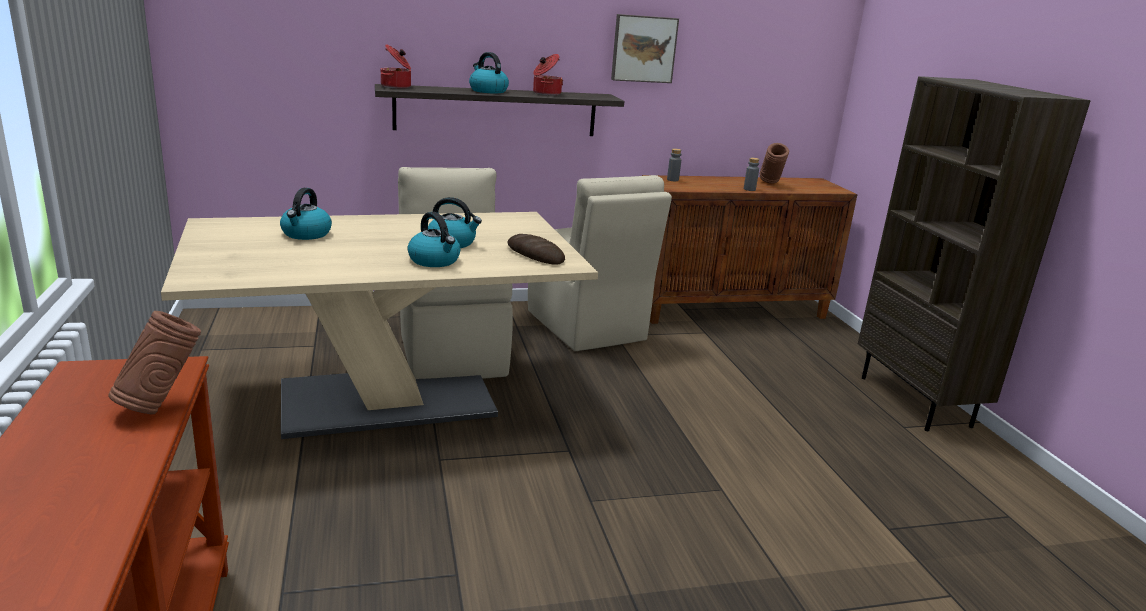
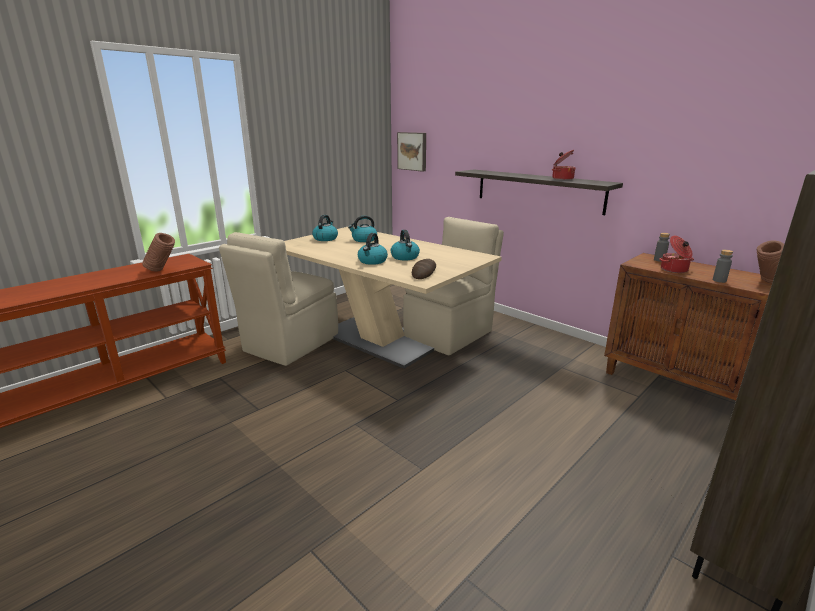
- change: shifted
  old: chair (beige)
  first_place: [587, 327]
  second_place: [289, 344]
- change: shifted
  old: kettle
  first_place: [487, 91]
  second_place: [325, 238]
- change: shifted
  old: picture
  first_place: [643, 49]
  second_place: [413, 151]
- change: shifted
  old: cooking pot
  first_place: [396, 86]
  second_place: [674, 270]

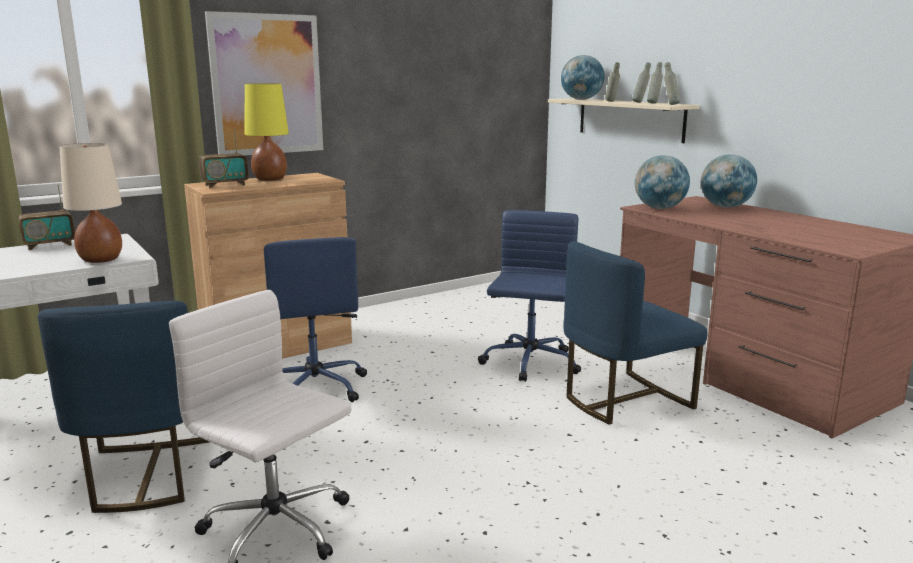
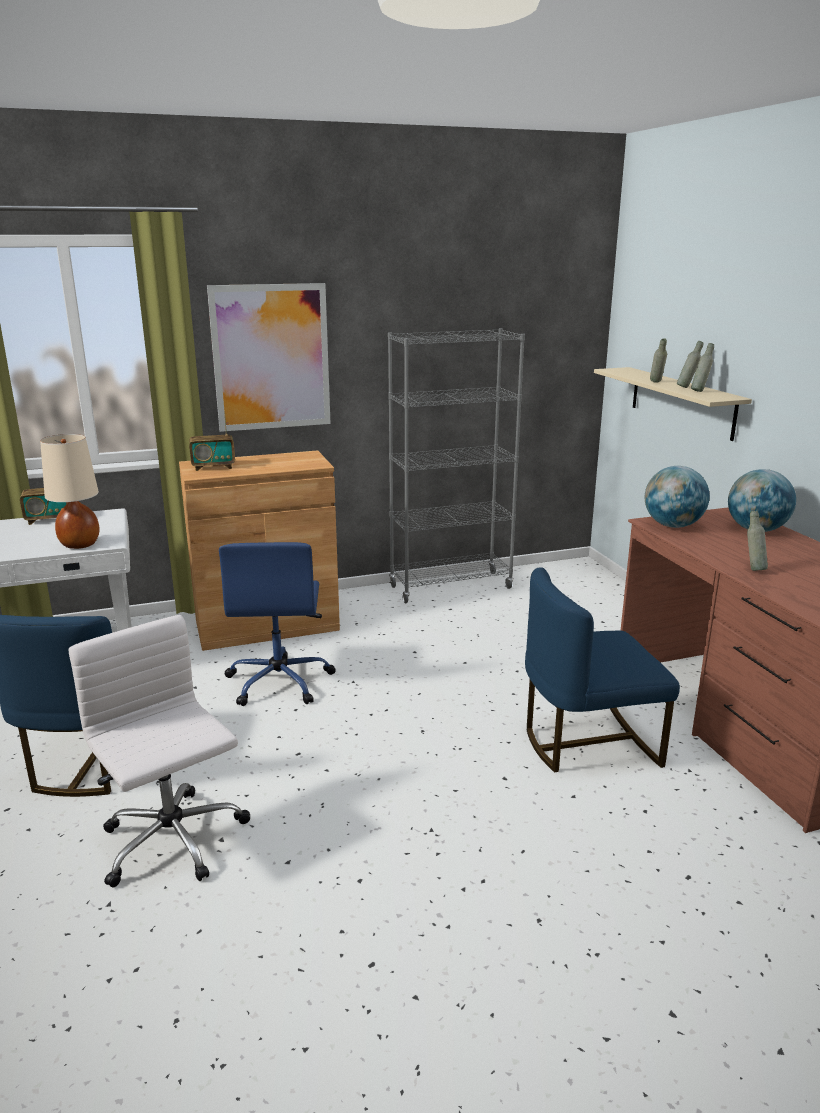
- change: new
  new: bookcase (grey)
  second_place: [450, 587]
- change: shifted
  old: bottle (grey)
  first_place: [670, 104]
  second_place: [753, 569]
- change: gone
  old: table lamp (yellow)
  first_place: [270, 179]
- change: gone
  old: office chair (blue)
  first_place: [529, 363]
- change: gone
  old: globe
  first_place: [581, 99]

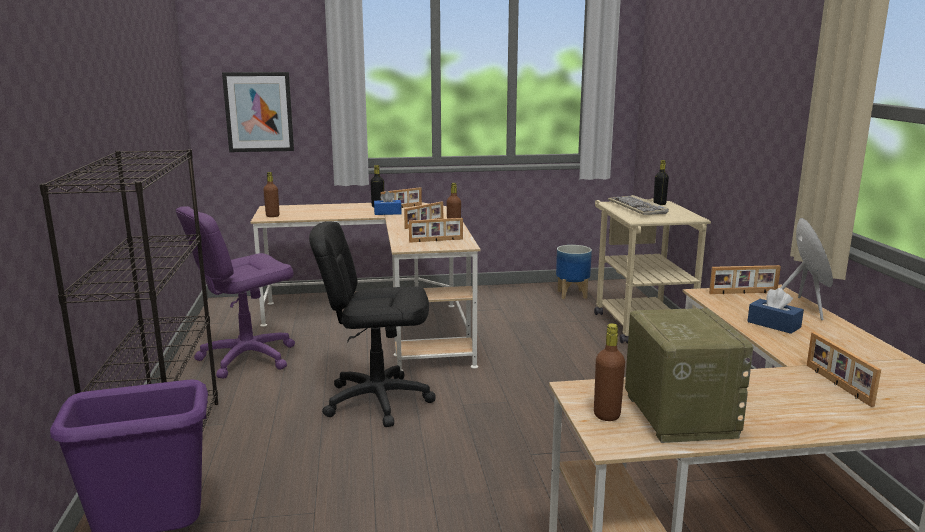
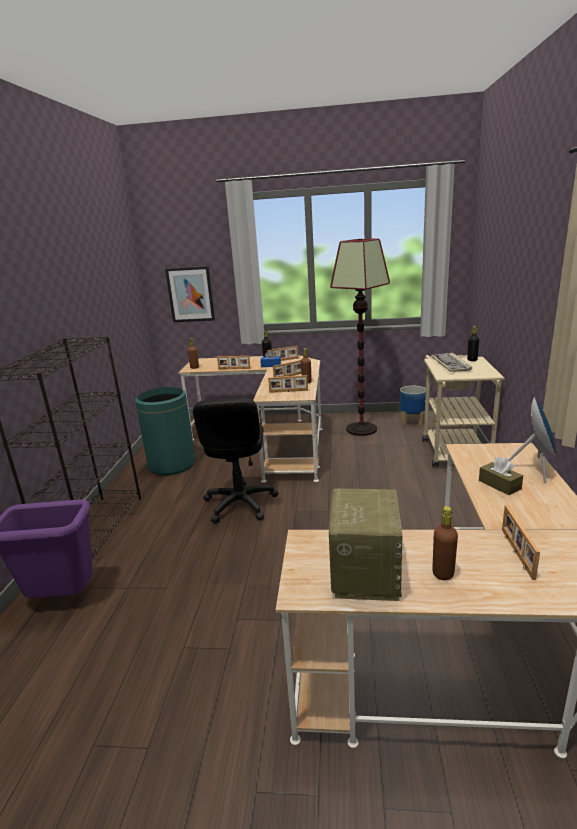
- change: swapped
  old: office chair (purple)
  new: trash can (green)
  first_place: [247, 358]
  second_place: [172, 464]
- change: rotated
  old: office chair (black)
  first_place: [377, 400]
  second_place: [240, 503]
  degrees: -105
- change: shifted
  old: picture frame
  first_place: [743, 293]
  second_place: [234, 369]
- change: new
  new: floor lamp
  second_place: [362, 429]
- change: shifted
  old: bottle (brown)
  first_place: [606, 415]
  second_place: [443, 573]
- change: repainted
  old: tissue box (blue)
  new: tissue box (brown)
  first_place: [773, 324]
  second_place: [499, 485]

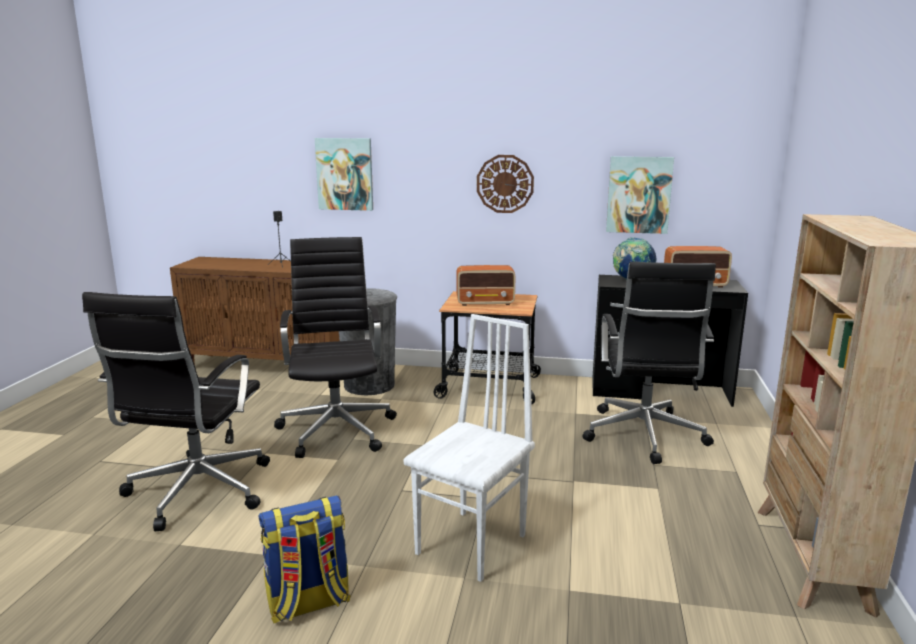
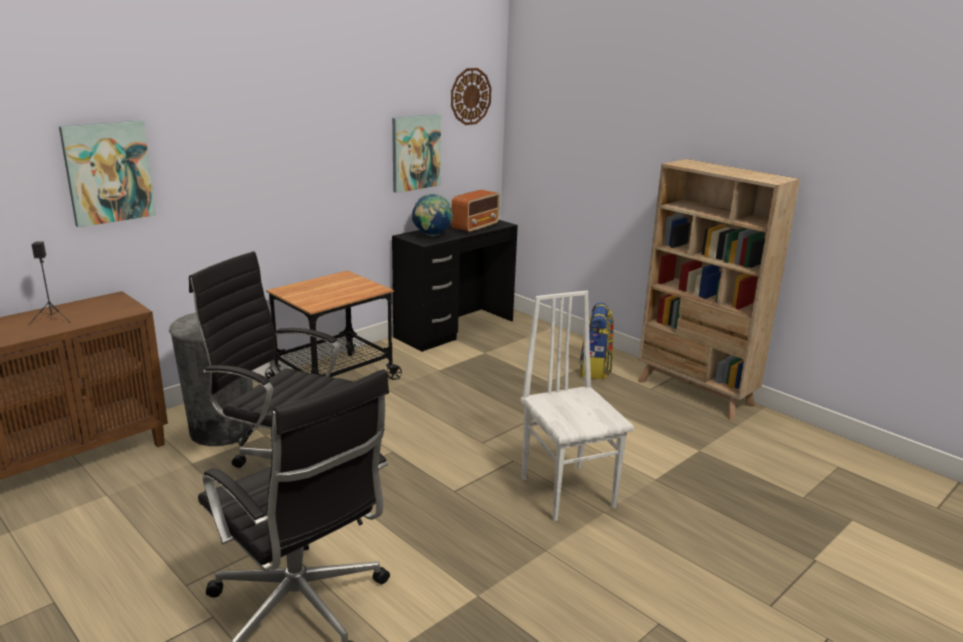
- change: shifted
  old: wall clock
  first_place: [505, 184]
  second_place: [470, 96]
- change: shifted
  old: backpack
  first_place: [308, 603]
  second_place: [595, 370]
- change: gone
  old: radio
  first_place: [485, 303]
- change: gone
  old: office chair (black)
  first_place: [644, 436]

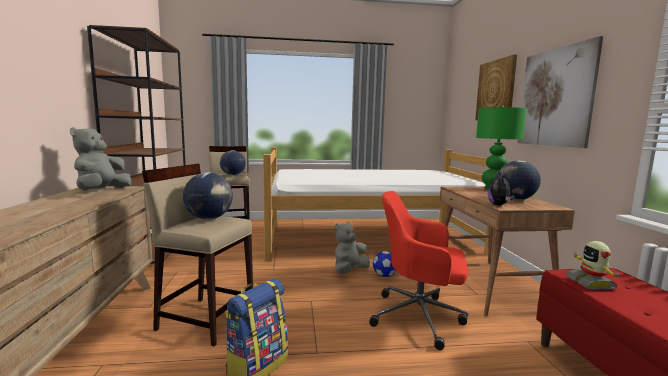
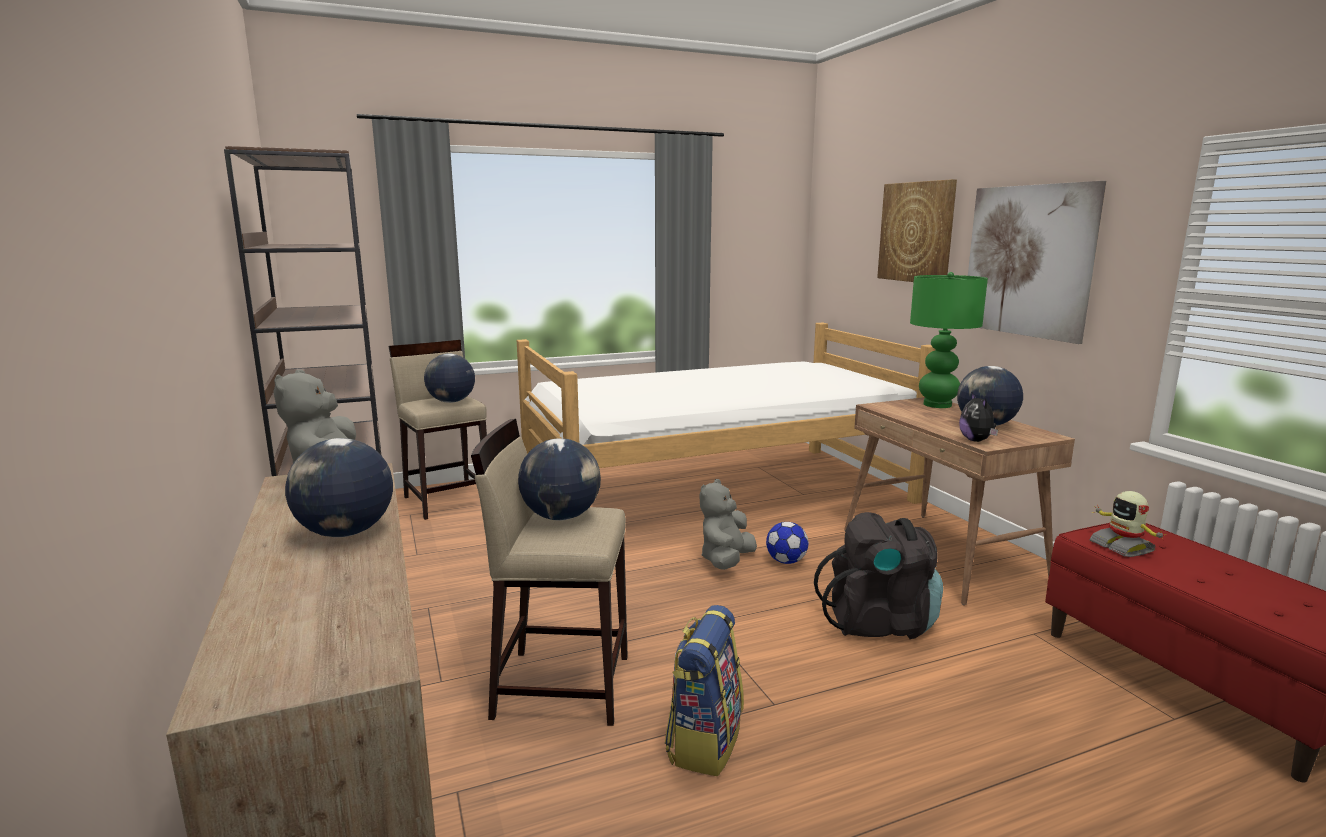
- change: new
  new: globe
  second_place: [345, 533]
- change: swapped
  old: office chair (red)
  new: backpack (black)
  first_place: [420, 317]
  second_place: [879, 622]

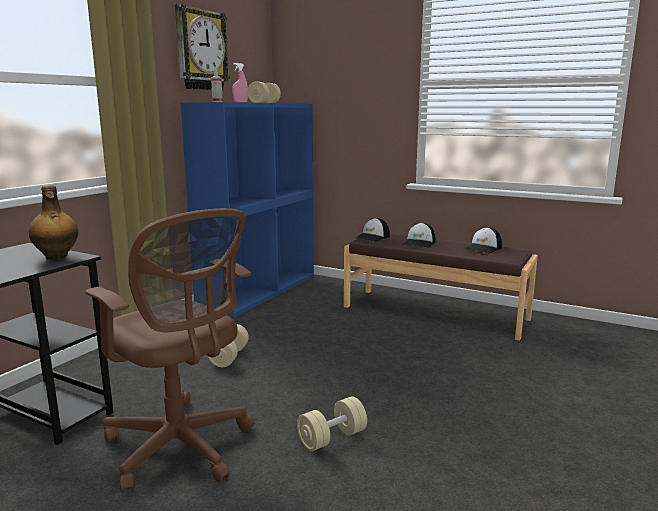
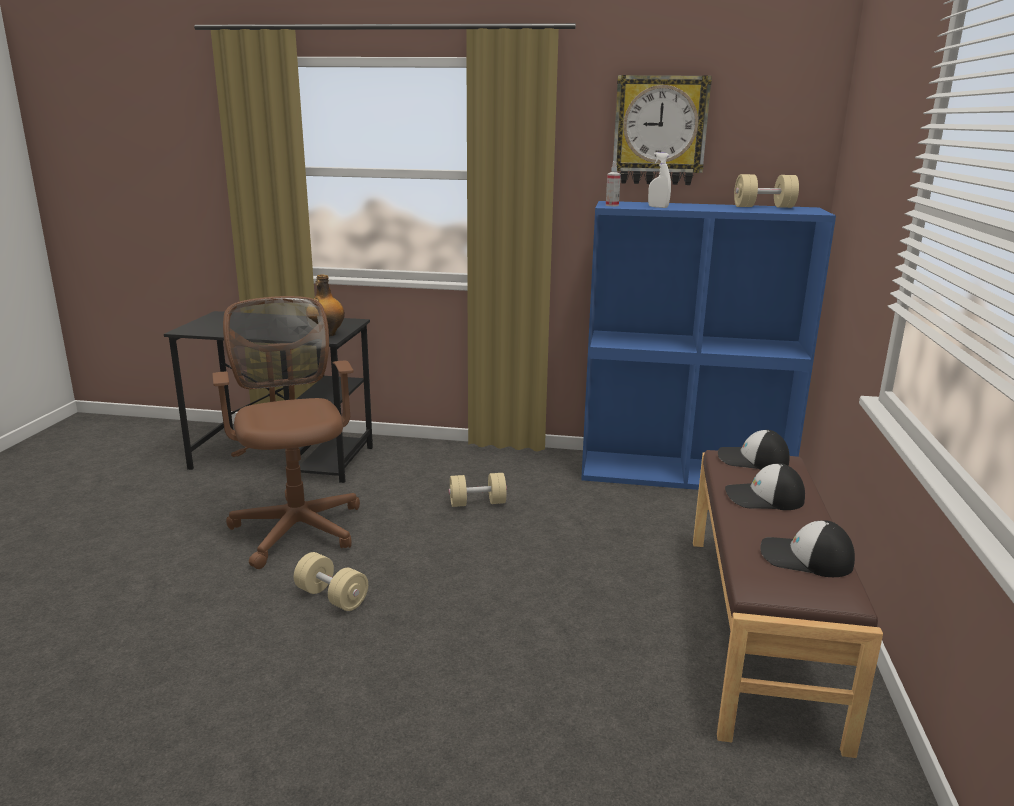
- change: rotated
  old: office chair (brown)
  first_place: [181, 448]
  second_place: [297, 526]
  degrees: 135
- change: repainted
  old: spray bottle (pink)
  new: spray bottle (white)
  first_place: [240, 102]
  second_place: [658, 207]

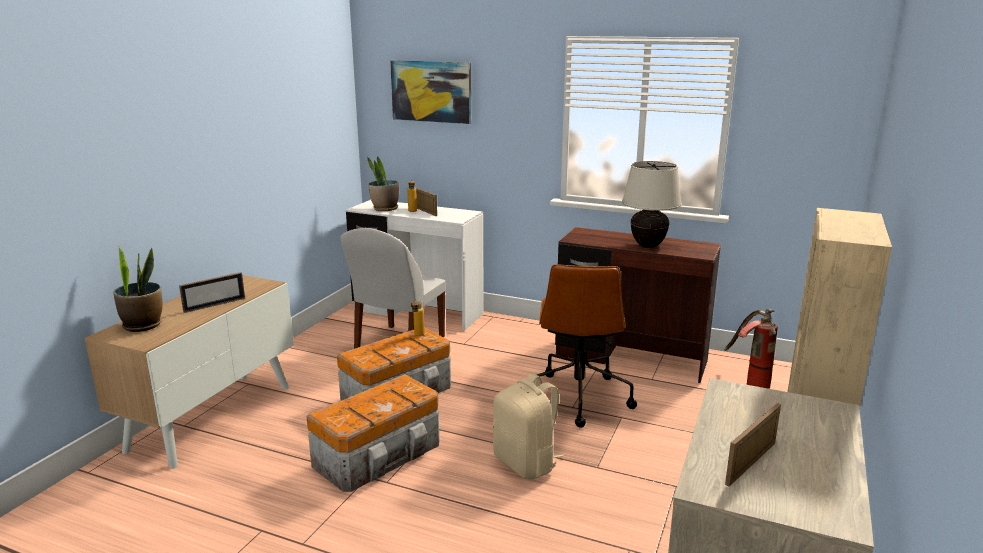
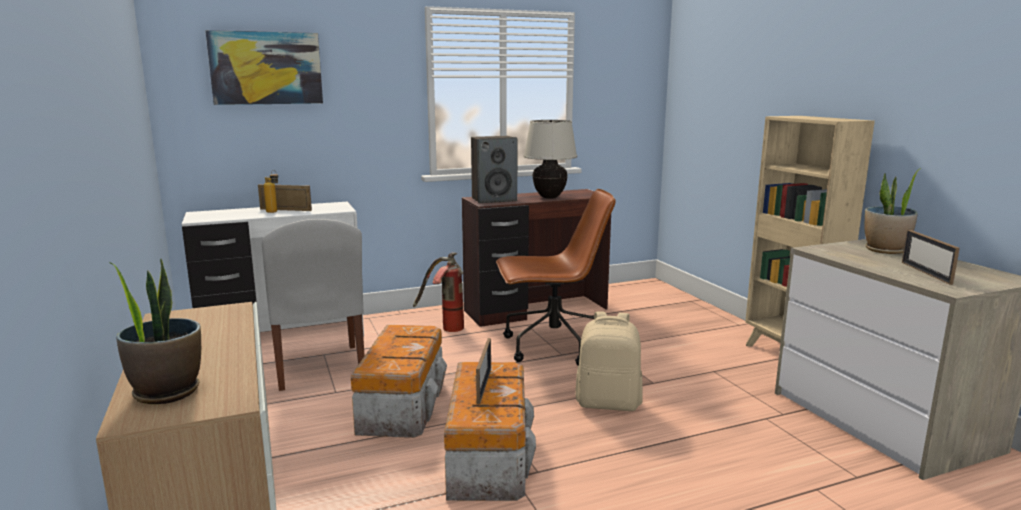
- change: shifted
  old: fire extinguisher
  first_place: [749, 382]
  second_place: [444, 328]
- change: new
  new: speaker
  second_place: [494, 199]
- change: shifted
  old: picture frame
  first_place: [214, 305]
  second_place: [484, 386]
- change: rotated
  old: office chair (brown)
  first_place: [578, 397]
  second_place: [552, 346]
  degrees: -60
- change: shifted
  old: potted plant
  first_place: [385, 209]
  second_place: [885, 250]
- change: gone
  old: bottle
  first_place: [417, 336]

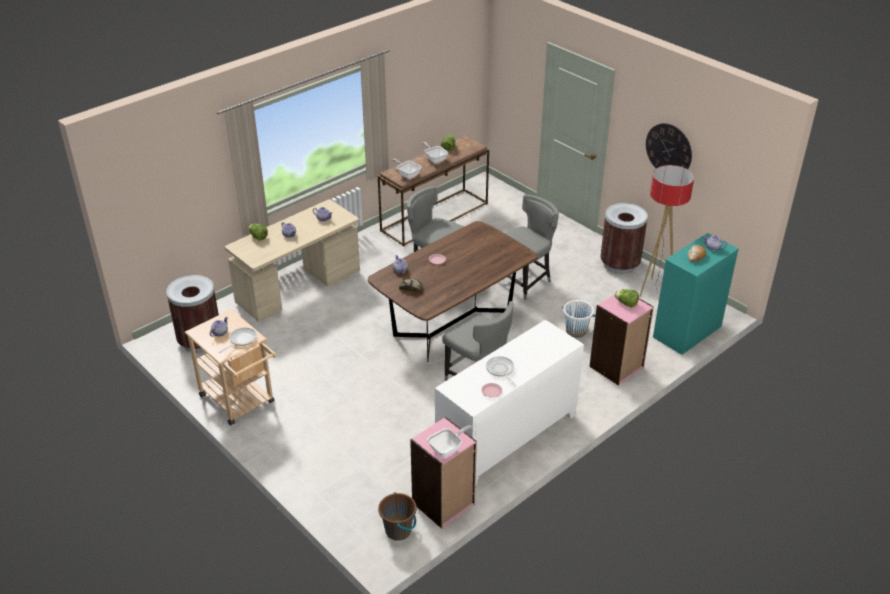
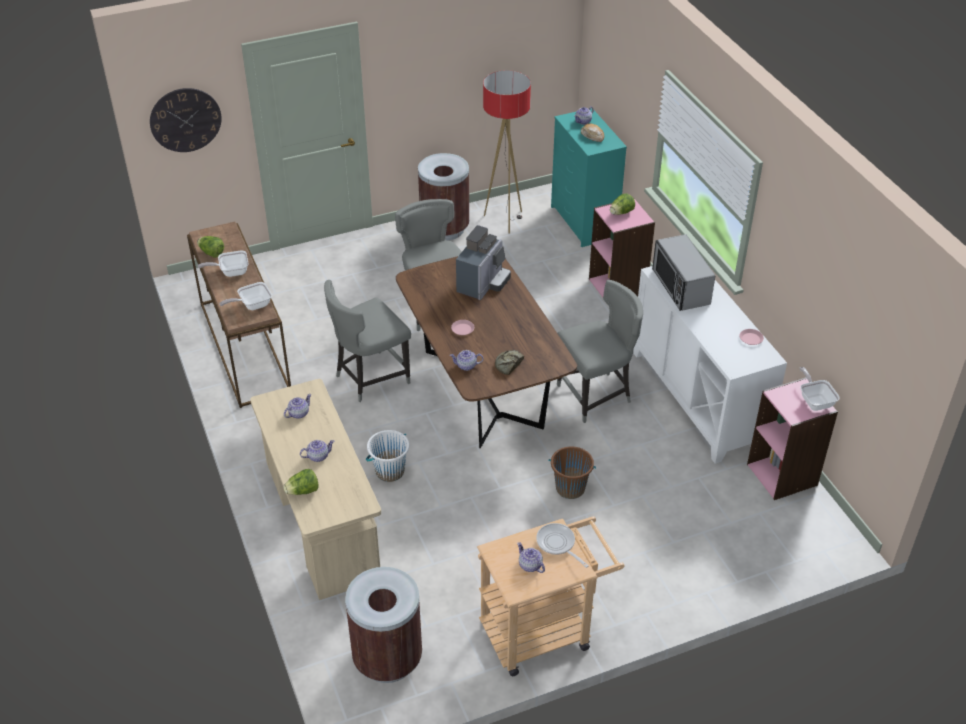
- change: shifted
  old: wall clock
  first_place: [668, 149]
  second_place: [185, 120]
- change: shifted
  old: bucket (white)
  first_place: [576, 331]
  second_place: [389, 471]
- change: new
  new: coffee machine
  second_place: [483, 283]
- change: shifted
  old: bucket (brown)
  first_place: [398, 530]
  second_place: [570, 488]
- change: new
  new: microwave
  second_place: [680, 287]
- change: gone
  old: frying pan
  first_place: [501, 370]

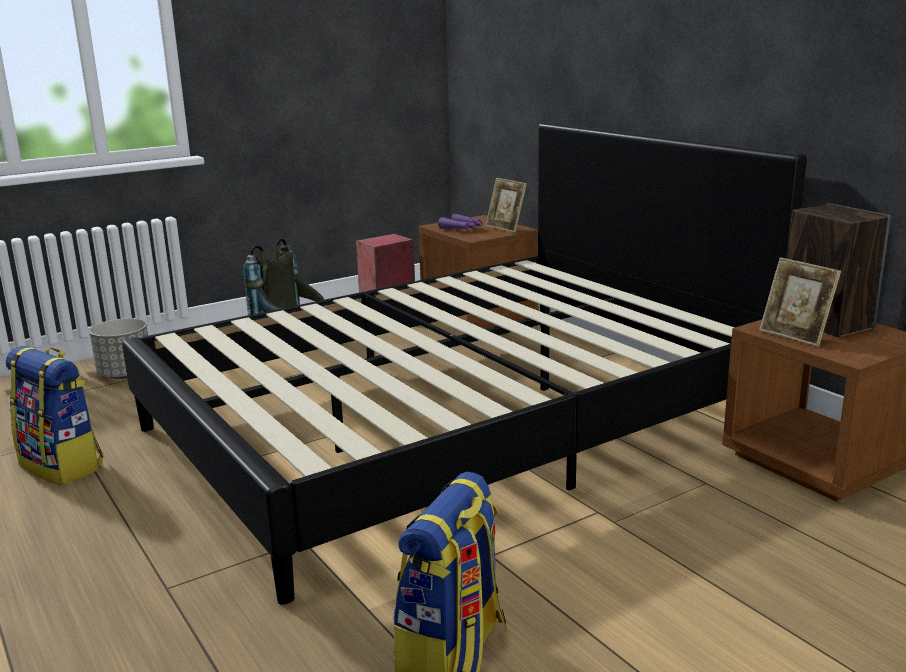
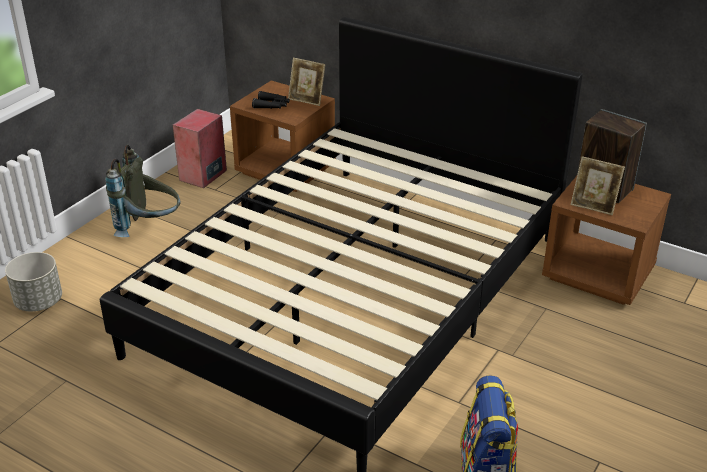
- change: repainted
  old: binoculars (purple)
  new: binoculars (black)
  first_place: [462, 229]
  second_place: [272, 105]
- change: gone
  old: backpack
  first_place: [63, 466]

